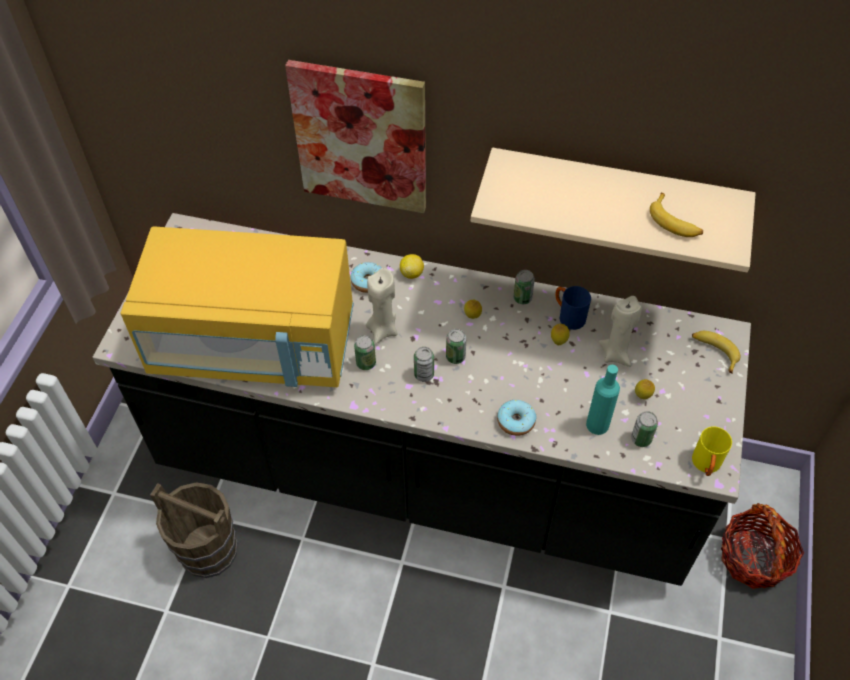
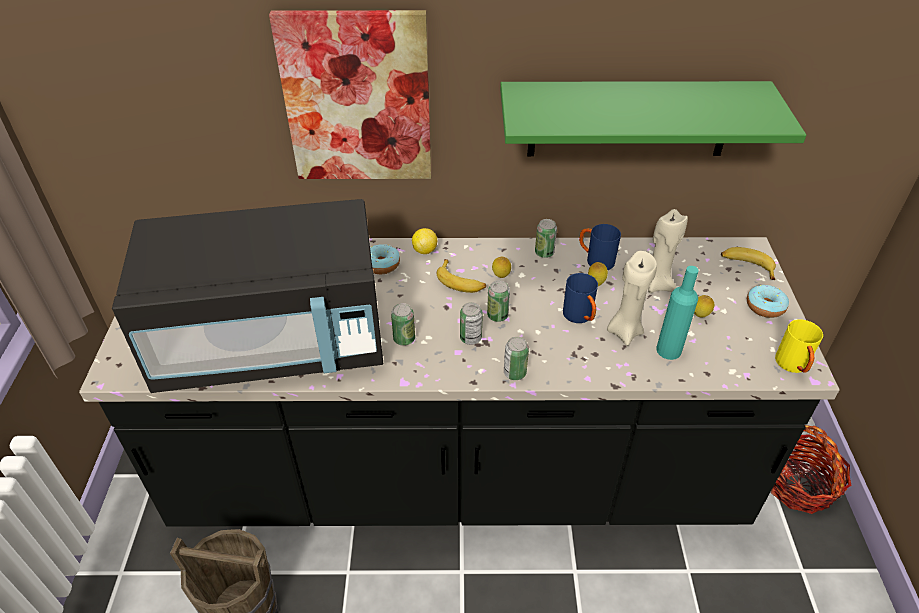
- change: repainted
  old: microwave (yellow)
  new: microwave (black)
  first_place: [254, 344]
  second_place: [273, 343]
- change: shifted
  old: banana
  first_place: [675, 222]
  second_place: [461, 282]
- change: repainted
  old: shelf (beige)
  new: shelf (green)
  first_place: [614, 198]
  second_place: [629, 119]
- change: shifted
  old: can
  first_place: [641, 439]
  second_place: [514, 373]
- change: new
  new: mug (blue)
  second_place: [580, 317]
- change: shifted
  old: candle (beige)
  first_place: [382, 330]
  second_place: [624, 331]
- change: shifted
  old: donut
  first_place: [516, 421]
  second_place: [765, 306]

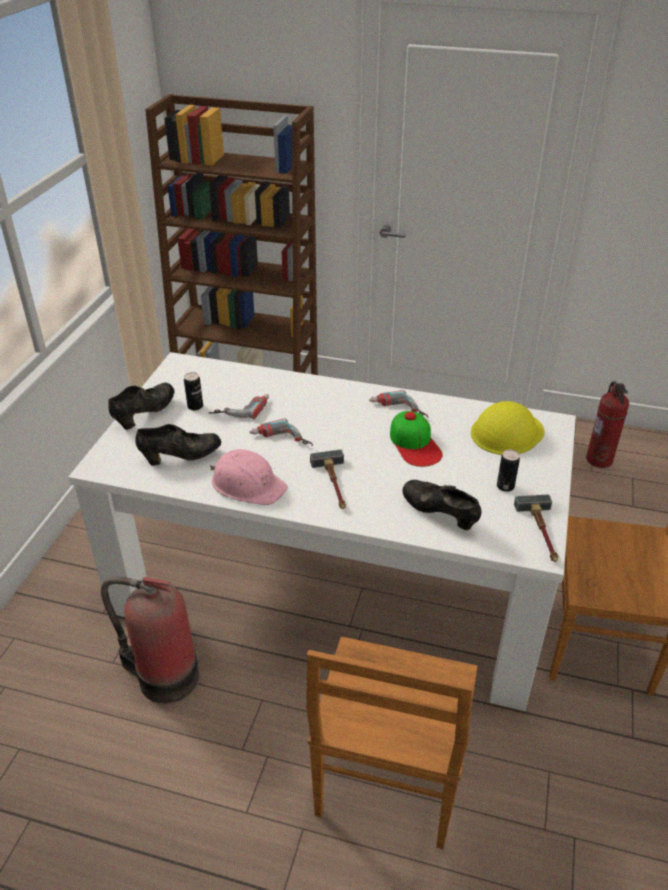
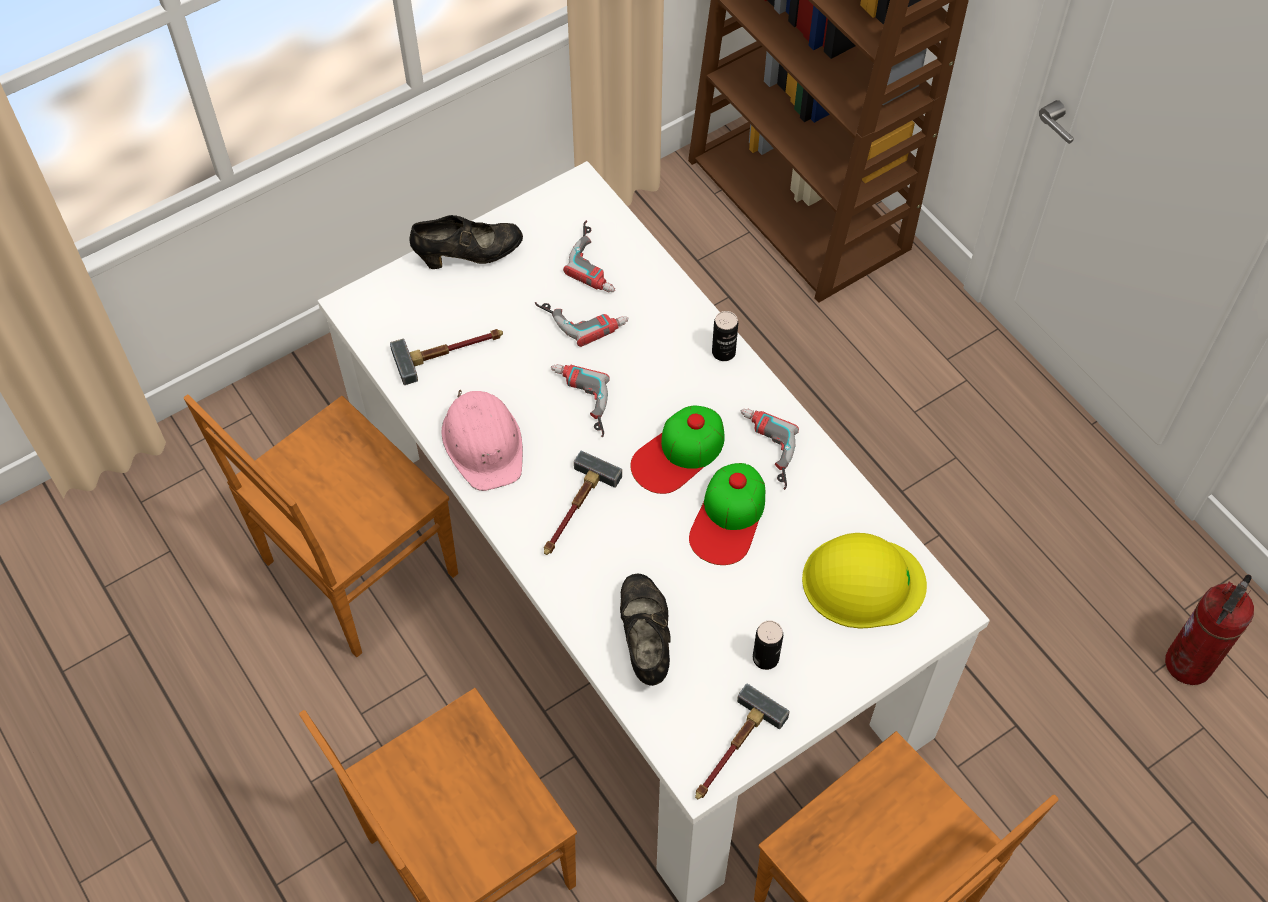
- change: swapped
  old: fire extinguisher
  new: chair (brown)
  first_place: [164, 676]
  second_place: [355, 571]
- change: swapped
  old: shoe (black)
  new: hammer
  first_place: [181, 457]
  second_place: [450, 352]
- change: new
  new: power drill
  second_place: [598, 261]
- change: new
  new: cap
  second_place: [679, 453]
- change: shifted
  old: can
  first_place: [195, 406]
  second_place: [723, 352]

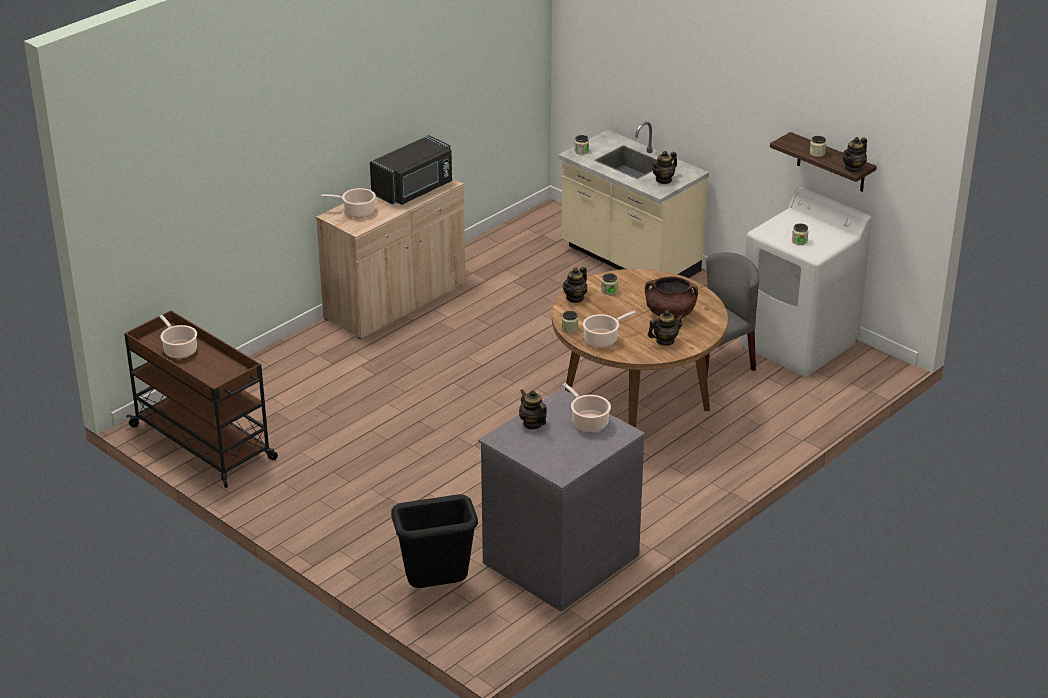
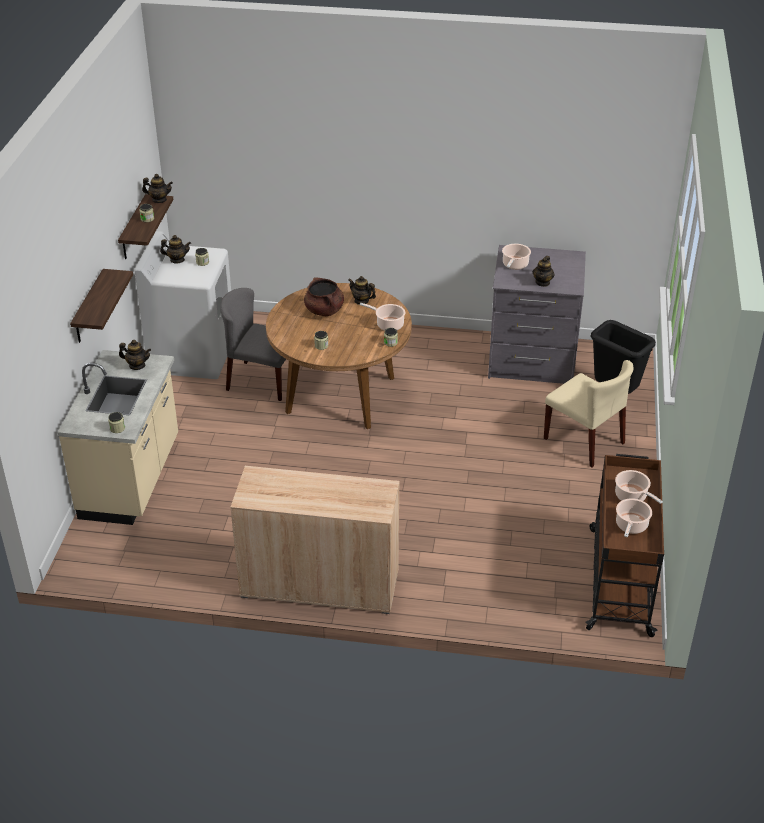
- change: new
  new: shelf
  second_place: [89, 308]
- change: shifted
  old: teapot
  first_place: [575, 298]
  second_place: [177, 260]
- change: new
  new: chair (beige)
  second_place: [584, 441]
- change: shifted
  old: cooking pot
  first_place: [357, 212]
  second_place: [632, 496]
- change: gone
  old: microwave (black)
  first_place: [414, 190]

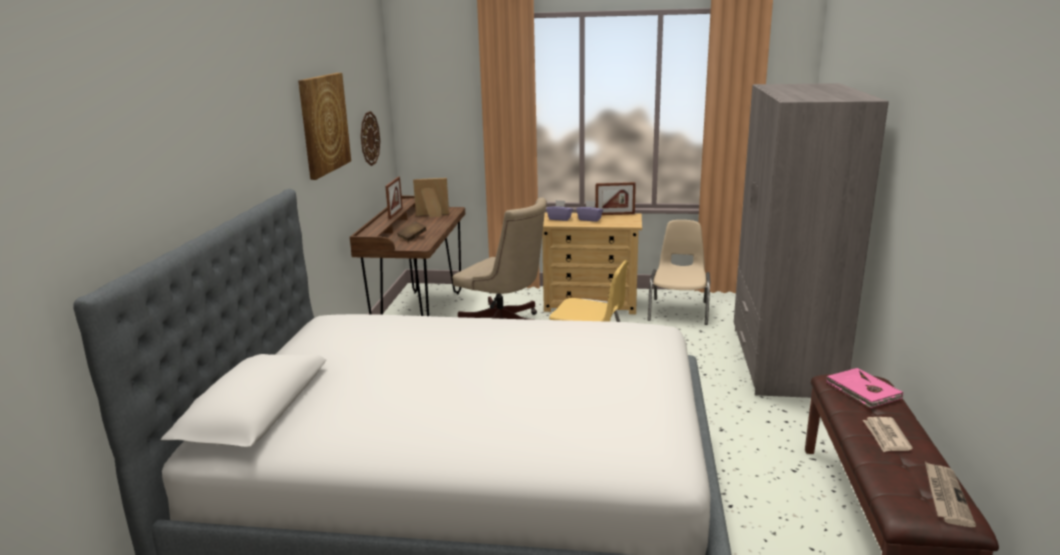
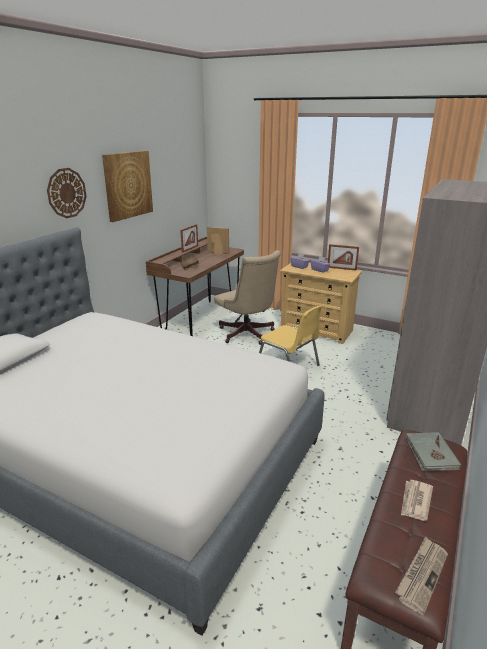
- change: shifted
  old: wall clock
  first_place: [369, 138]
  second_place: [66, 193]
- change: repainted
  old: book (pink)
  new: book (grey)
  first_place: [862, 391]
  second_place: [430, 454]
- change: gone
  old: chair (beige)
  first_place: [679, 311]

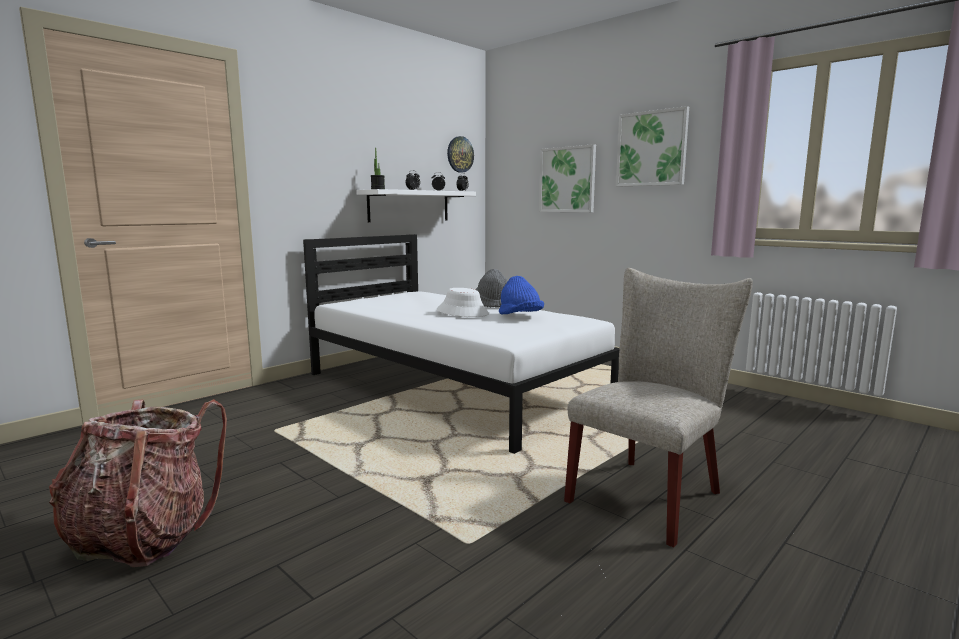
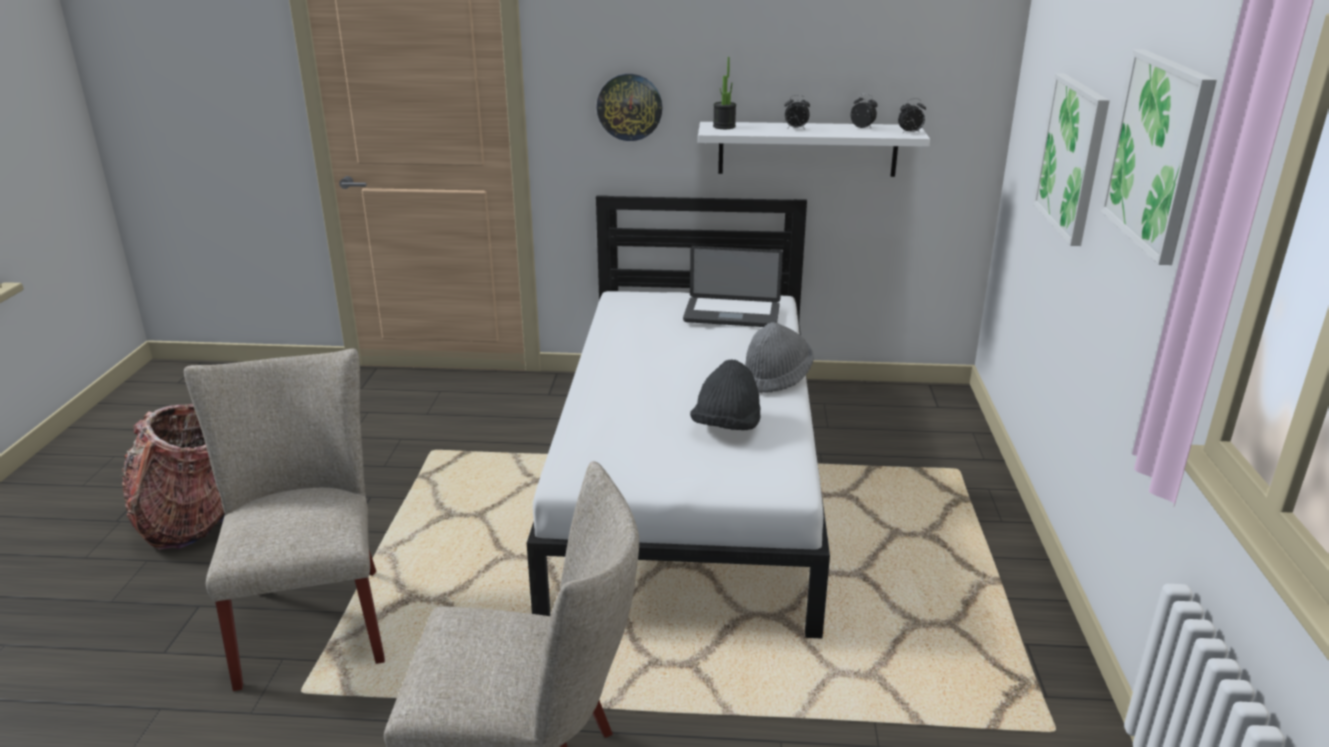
- change: new
  new: chair (beige)
  second_place: [313, 617]
- change: shifted
  old: wall clock
  first_place: [460, 154]
  second_place: [629, 107]
- change: new
  new: laptop
  second_place: [732, 314]
- change: repainted
  old: hat (blue)
  new: hat (black)
  first_place: [520, 317]
  second_place: [726, 427]
- change: gone
  old: hat (white)
  first_place: [463, 312]

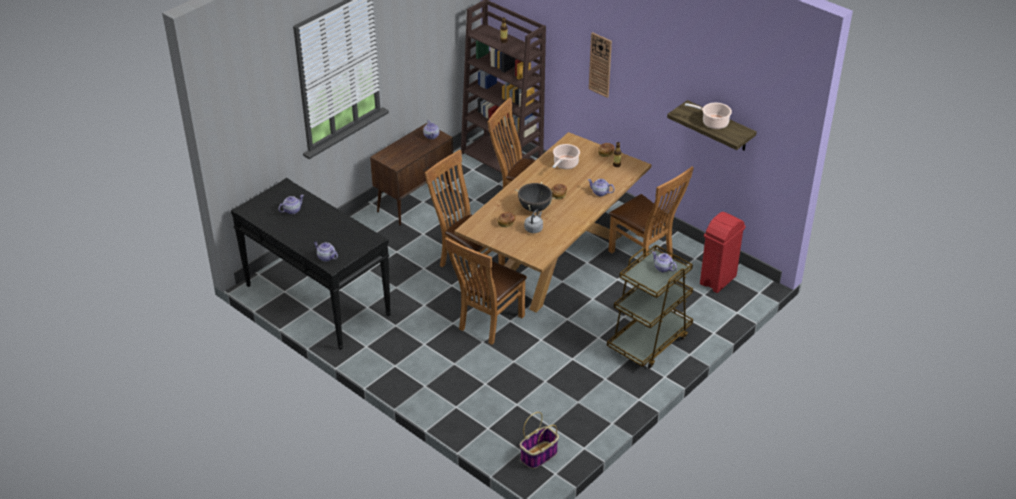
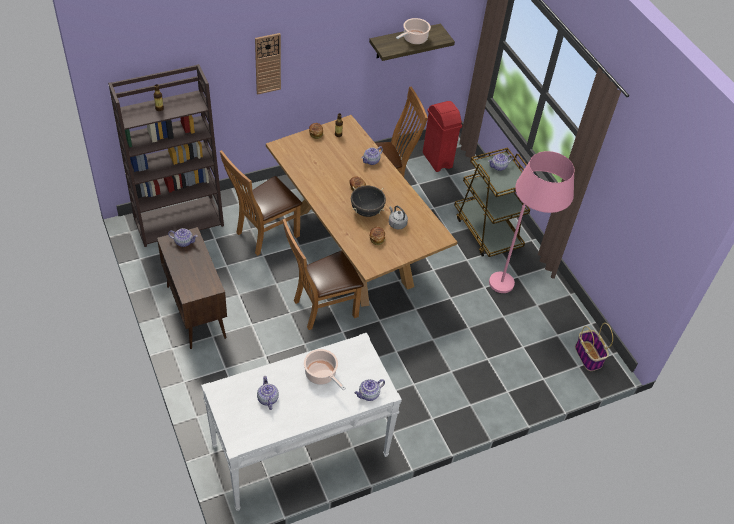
- change: repainted
  old: console table (black)
  new: console table (white)
  first_place: [317, 300]
  second_place: [299, 451]
- change: shifted
  old: cooking pot
  first_place: [565, 164]
  second_place: [322, 375]
- change: new
  new: floor lamp (pink)
  second_place: [515, 284]
- change: gone
  old: chair (brown)
  first_place: [488, 324]

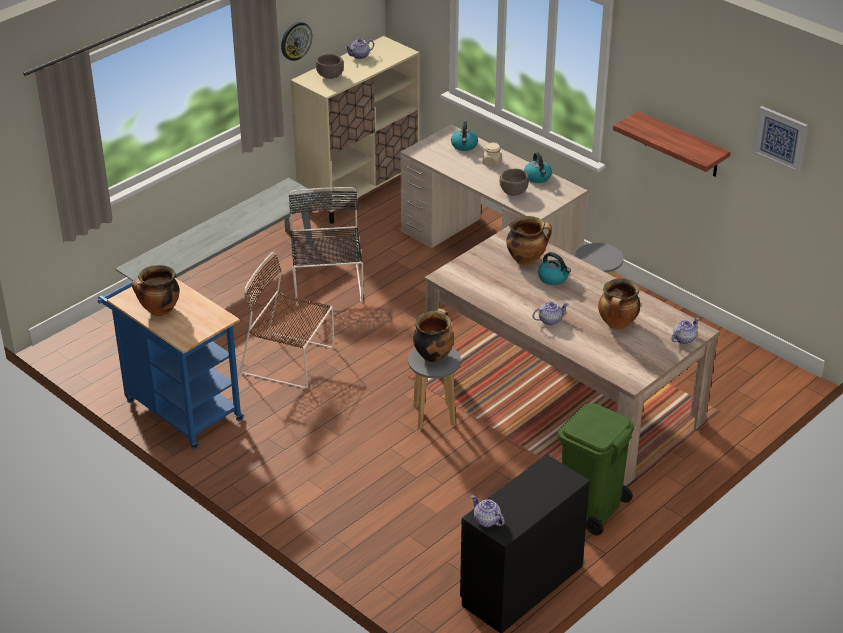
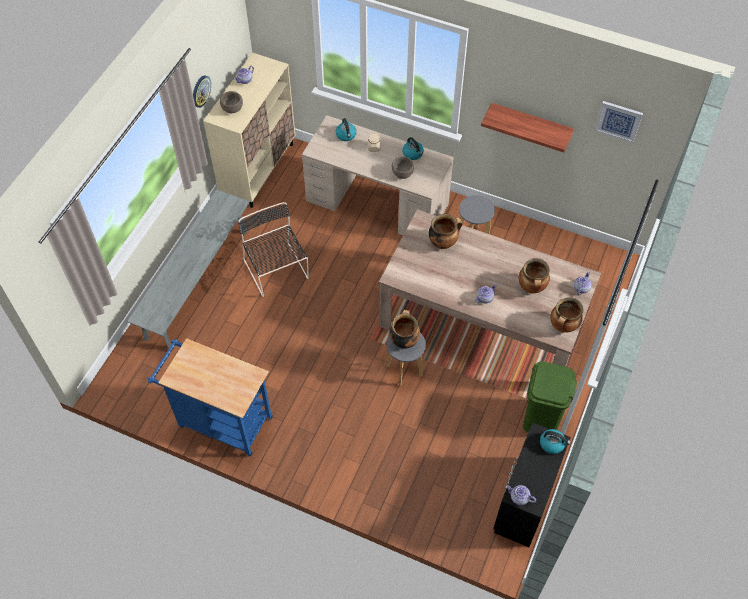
- change: shifted
  old: kettle
  first_place: [553, 278]
  second_place: [552, 444]
- change: shifted
  old: cooking pot
  first_place: [159, 311]
  second_place: [563, 326]
- change: gone
  old: chair (brown)
  first_place: [291, 361]

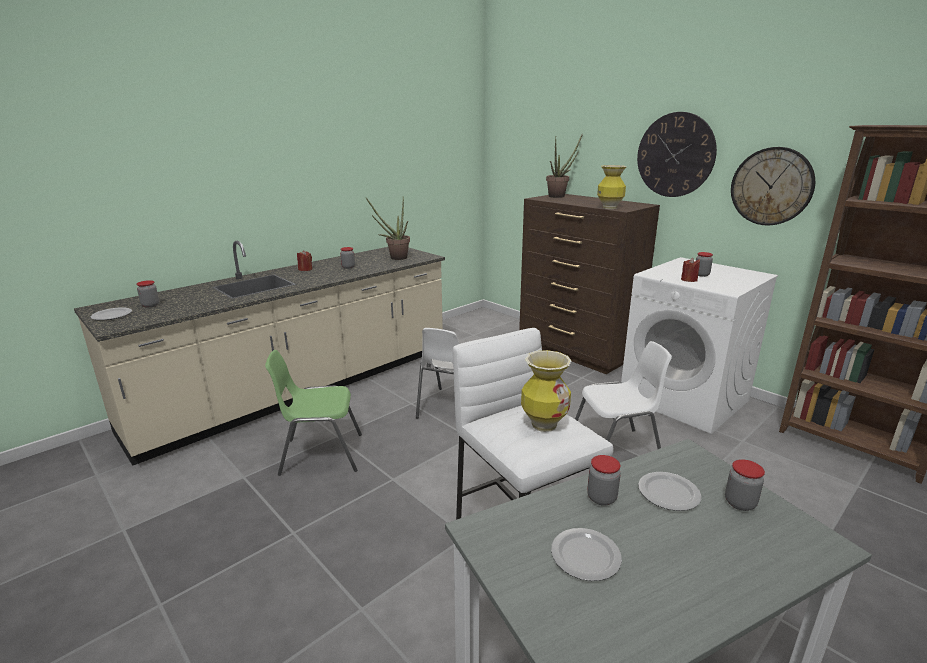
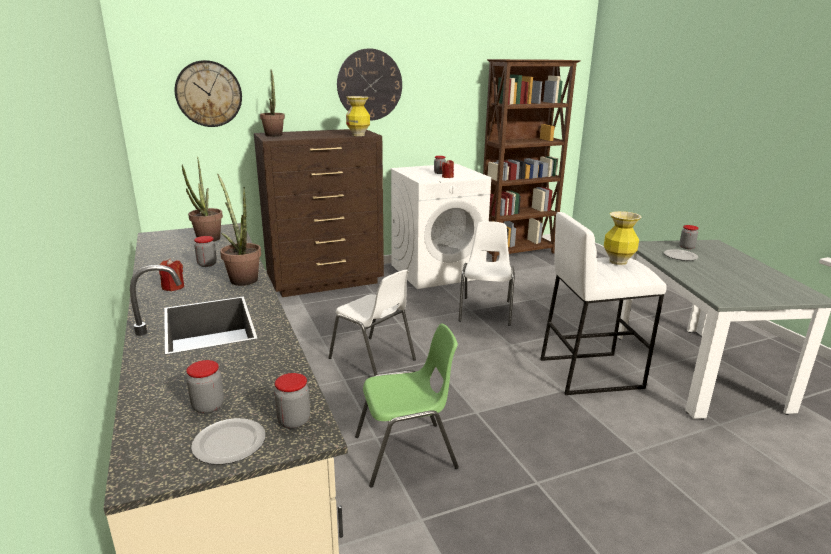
- change: shifted
  old: wall clock
  first_place: [771, 186]
  second_place: [208, 94]
- change: new
  new: potted plant
  second_place: [242, 278]
- change: shifted
  old: jar
  first_place: [601, 498]
  second_place: [294, 421]
- change: rotated
  old: chair (green)
  first_place: [320, 454]
  second_place: [407, 453]
  degrees: -120
- change: gone
  old: plate
  first_place: [585, 555]

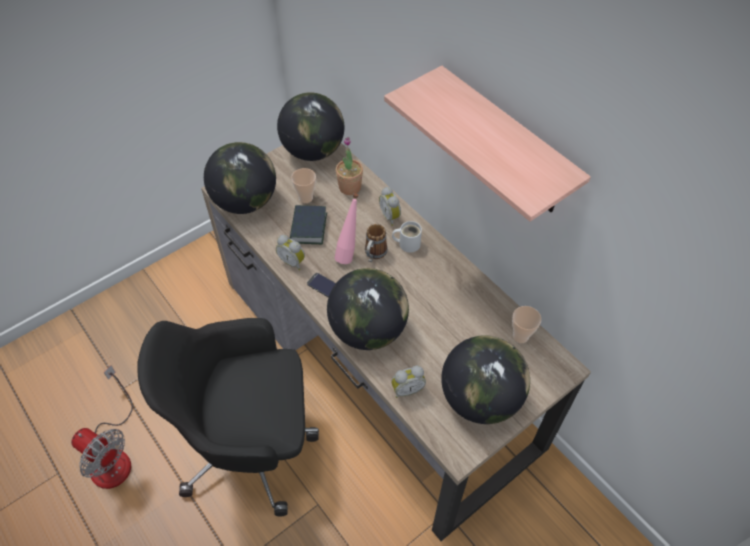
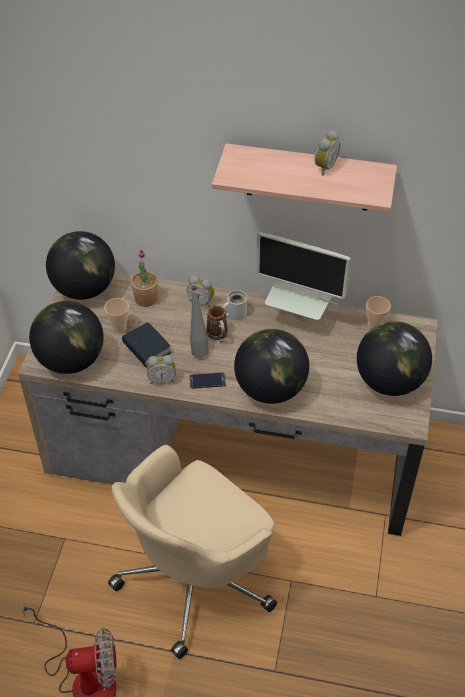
- change: repainted
  old: office chair (black)
  new: office chair (beige)
  first_place: [253, 444]
  second_place: [196, 578]
- change: repainted
  old: bottle (pink)
  new: bottle (grey)
  first_place: [348, 253]
  second_place: [198, 347]
- change: new
  new: monitor
  second_place: [299, 317]
- change: shifted
  old: alarm clock
  first_place: [407, 389]
  second_place: [324, 167]

